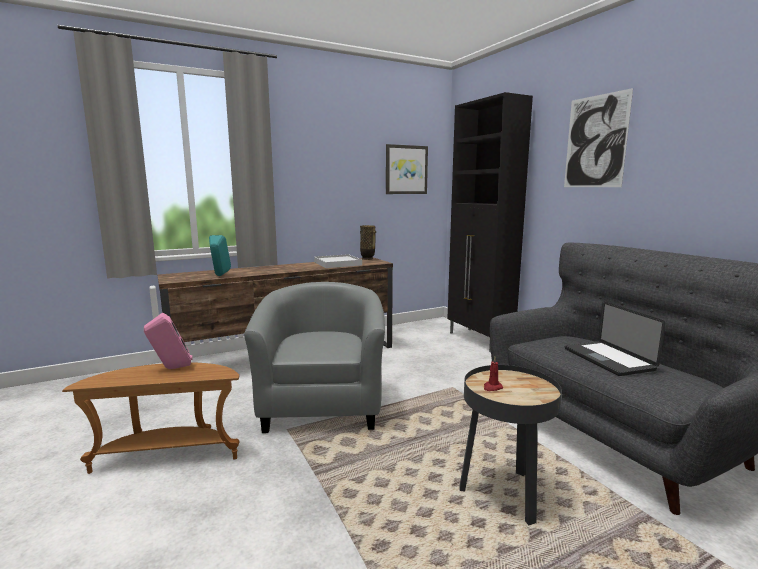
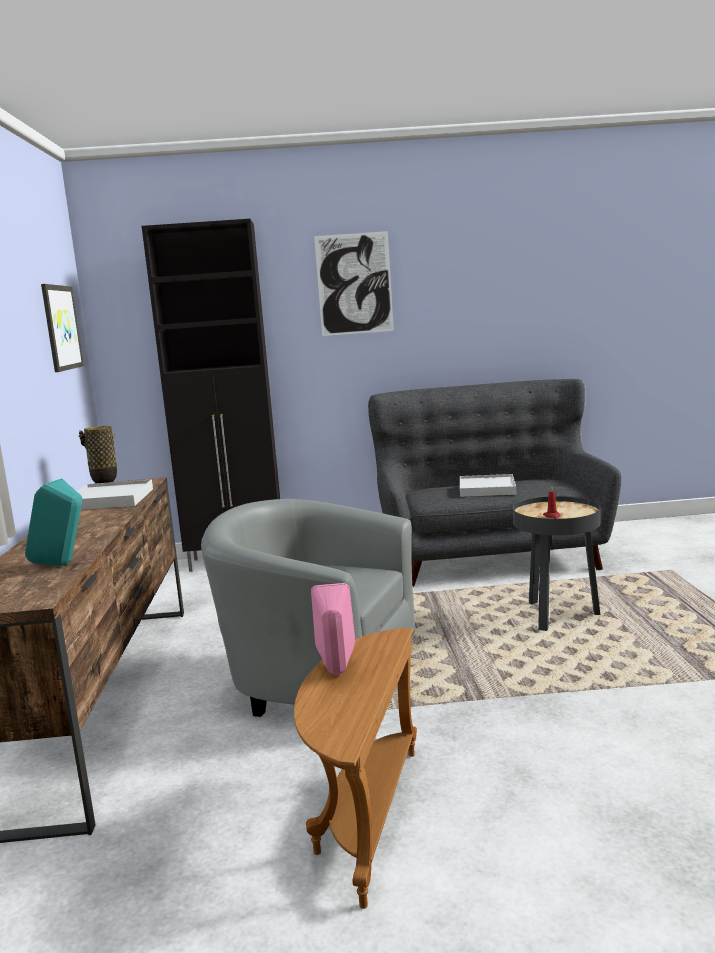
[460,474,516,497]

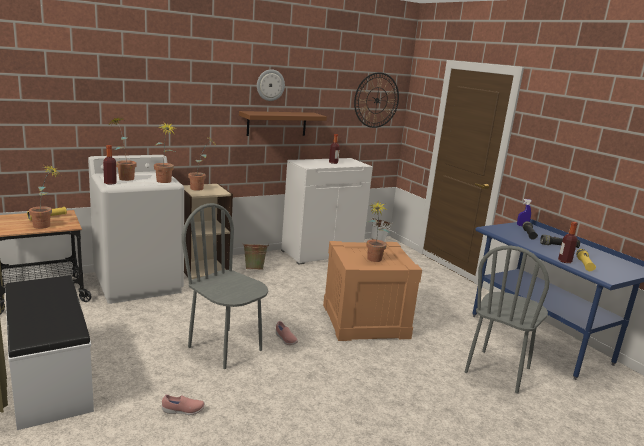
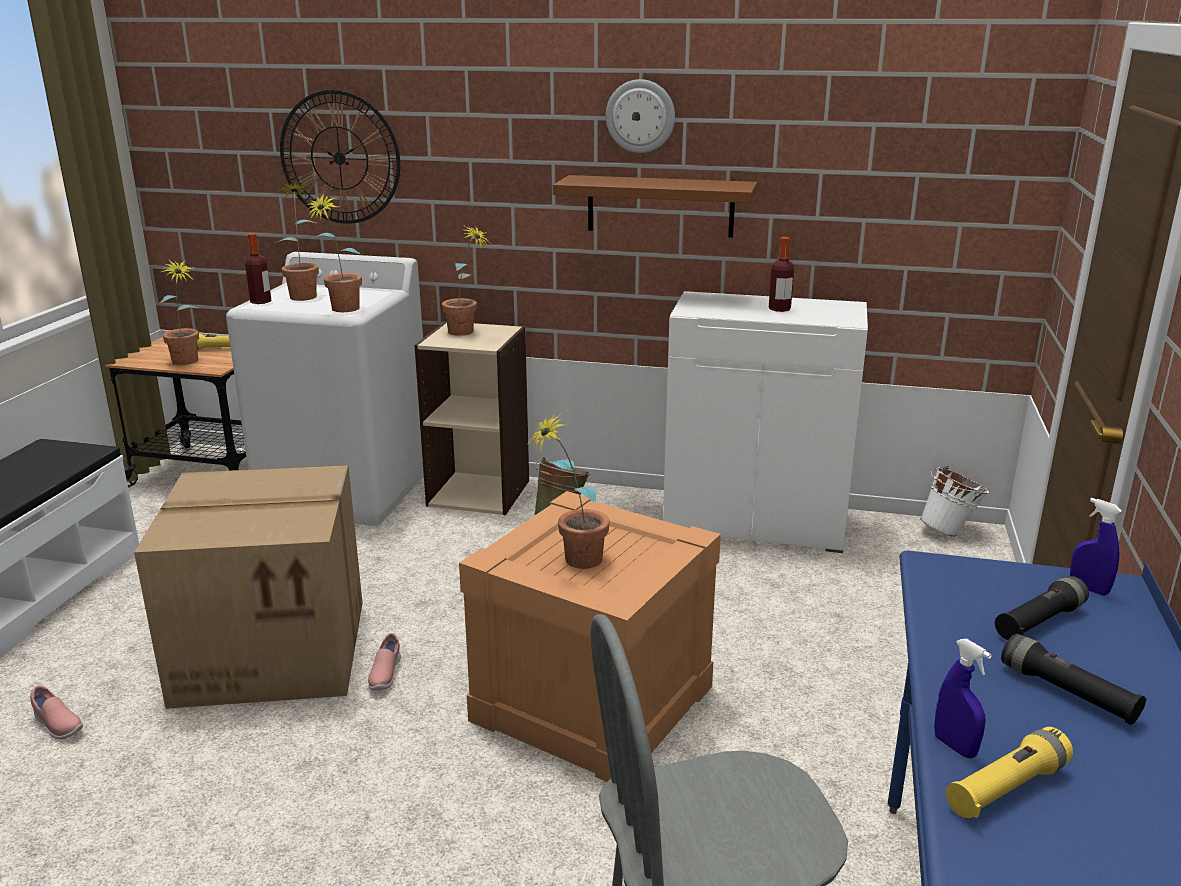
[134,465,363,709]
[280,90,400,224]
[934,639,992,758]

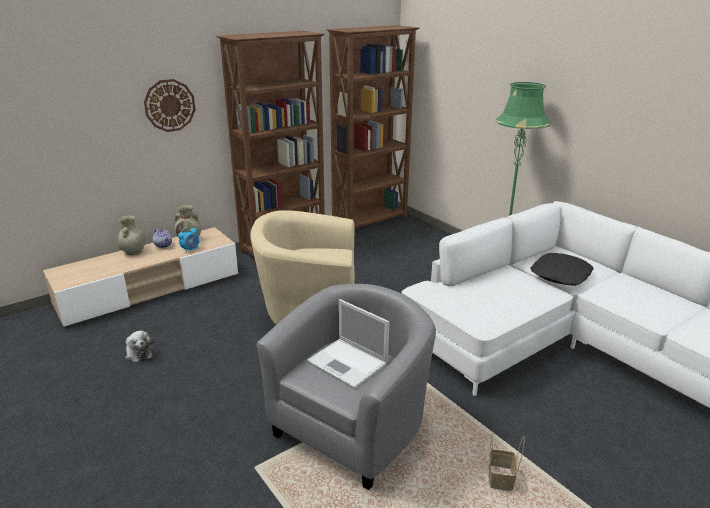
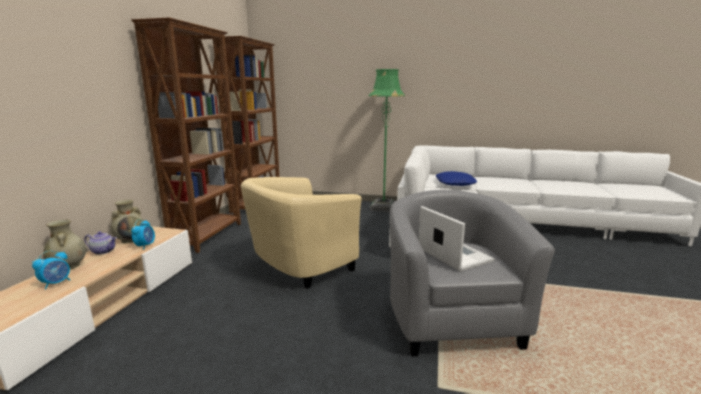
[125,331,154,362] (first image)
[144,79,196,132] (first image)
[419,206,494,272]
[489,432,525,491] (first image)
[436,171,477,186]
[32,251,70,290]

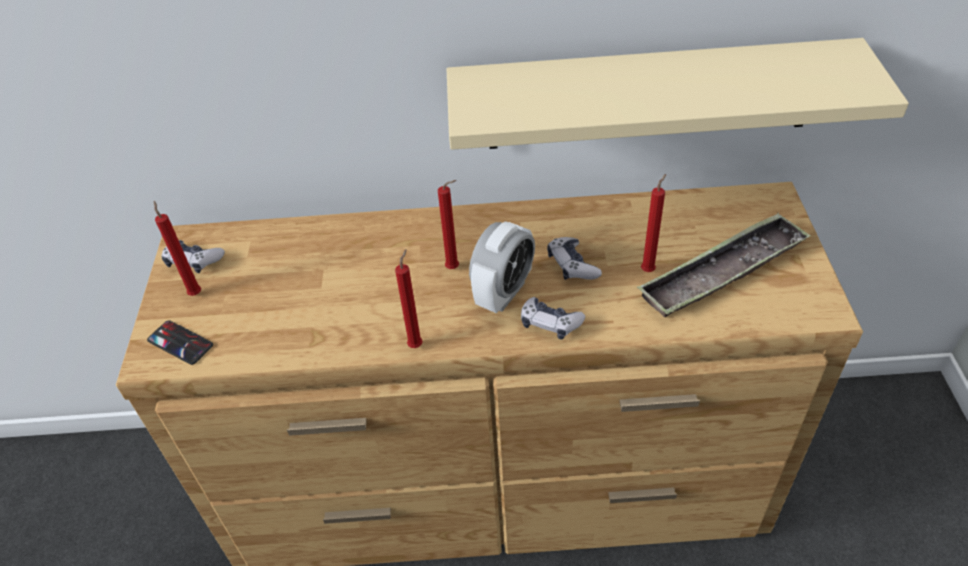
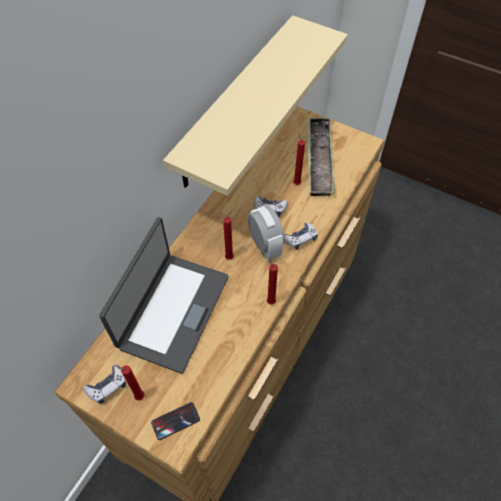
[99,217,228,374]

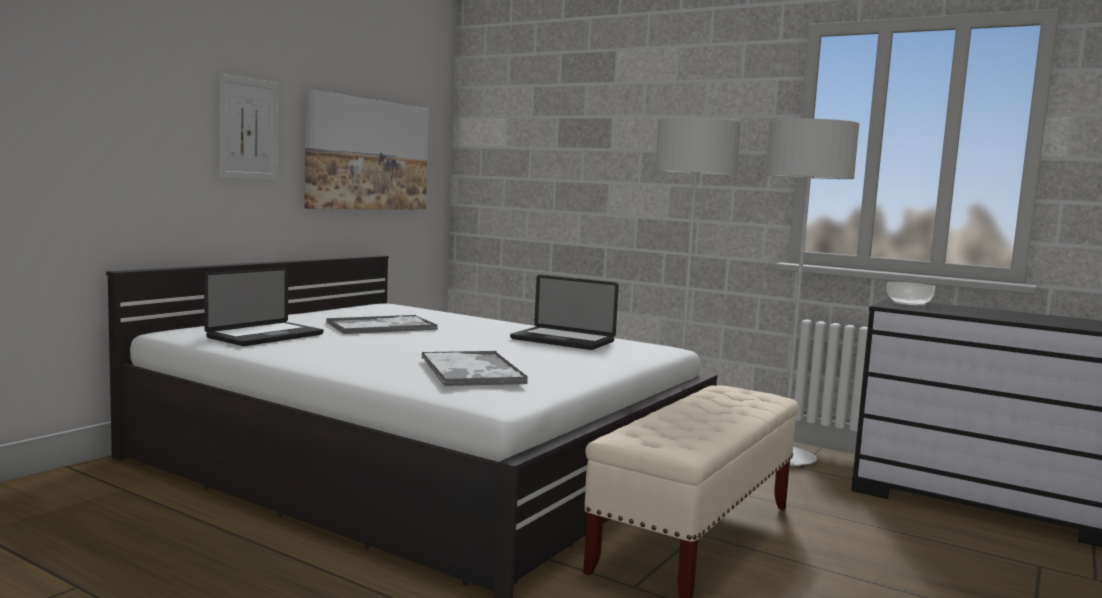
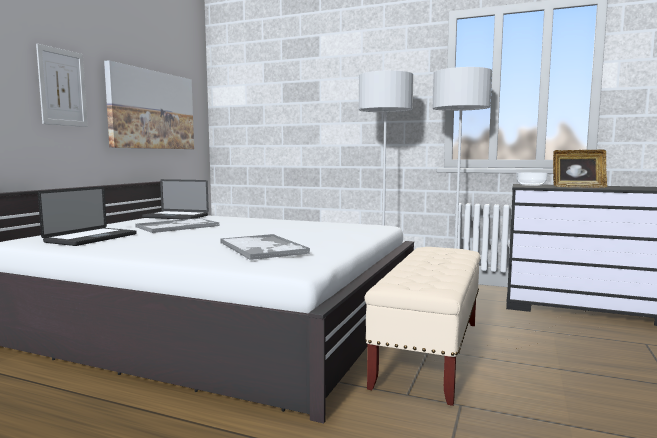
[142,179,209,219]
[553,150,607,188]

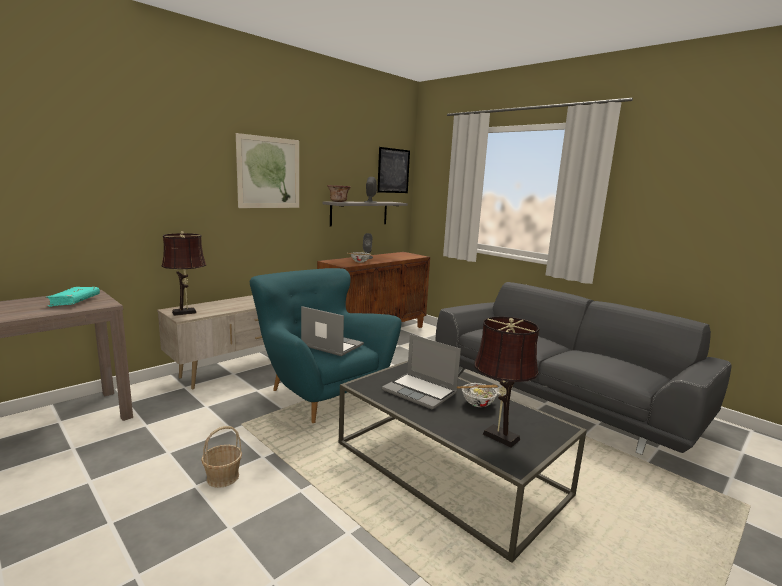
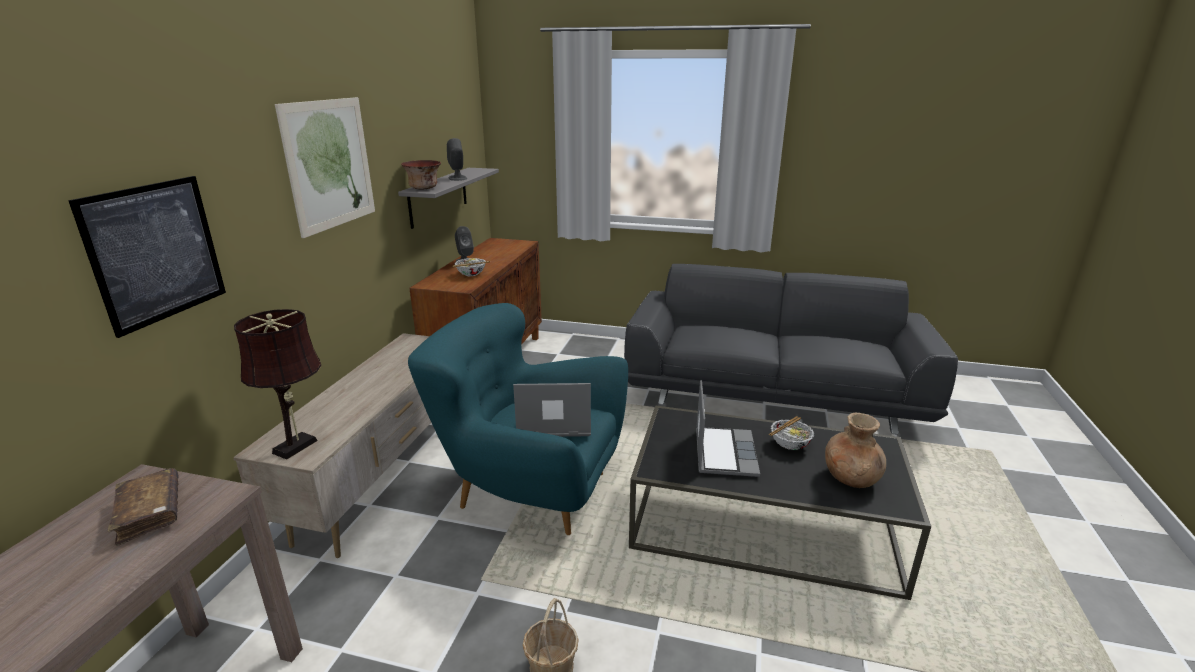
[108,468,178,546]
[68,176,226,338]
[696,380,760,477]
[825,413,886,488]

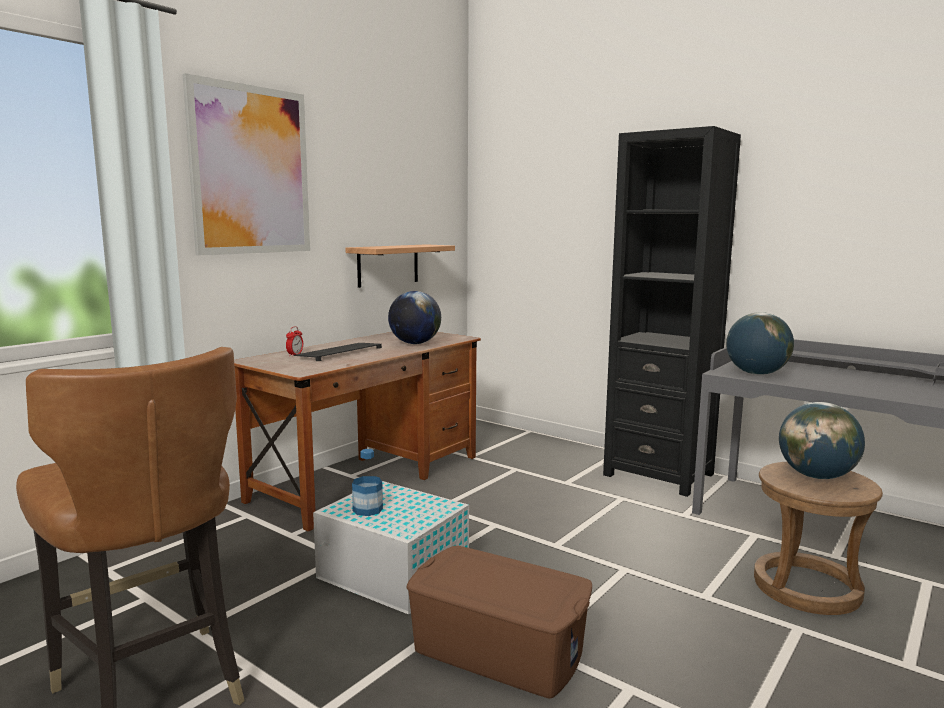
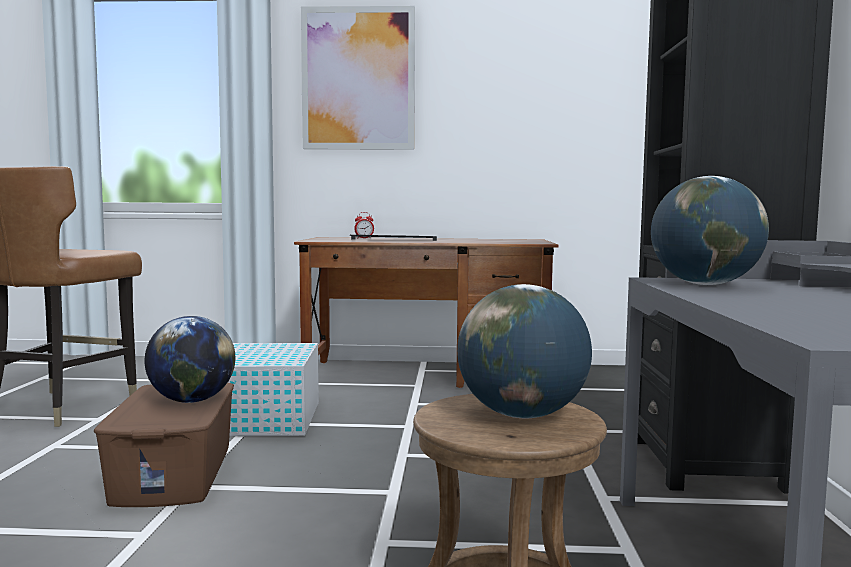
[345,244,455,288] (first image)
[352,449,383,516] (first image)
[144,316,235,403]

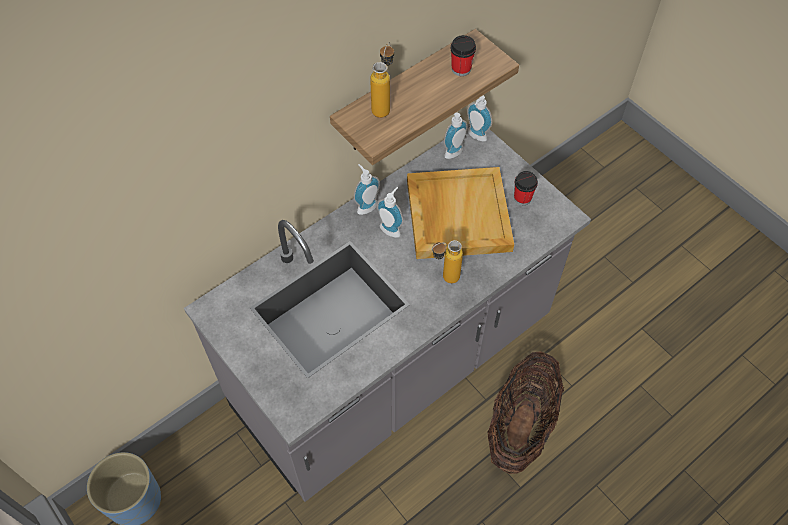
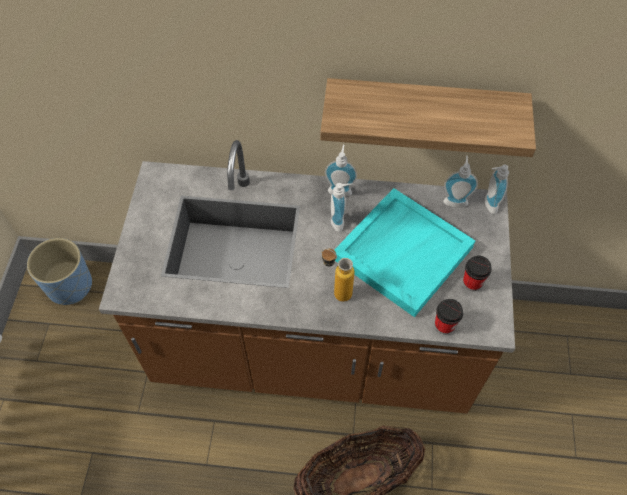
[99,140,515,414]
[370,42,394,118] (first image)
[334,188,475,317]
[435,299,463,335]

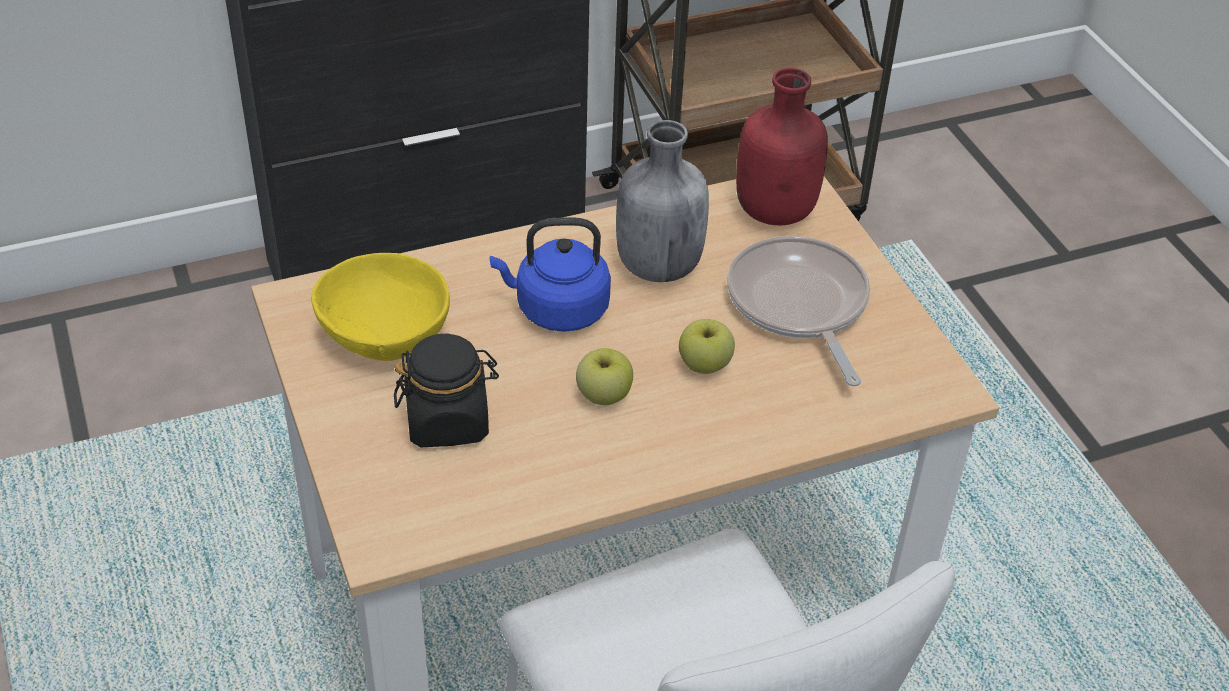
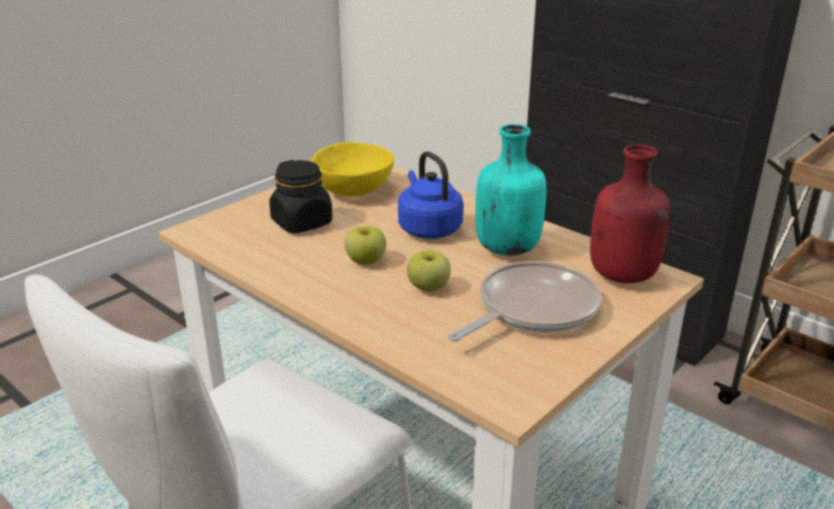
[475,124,546,255]

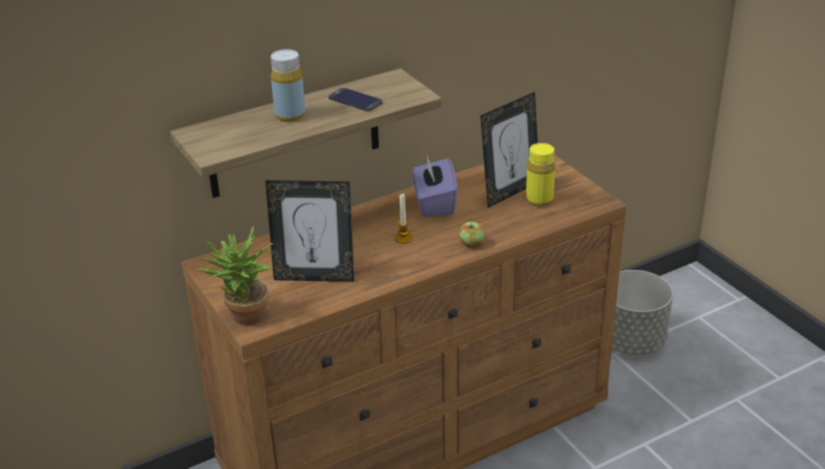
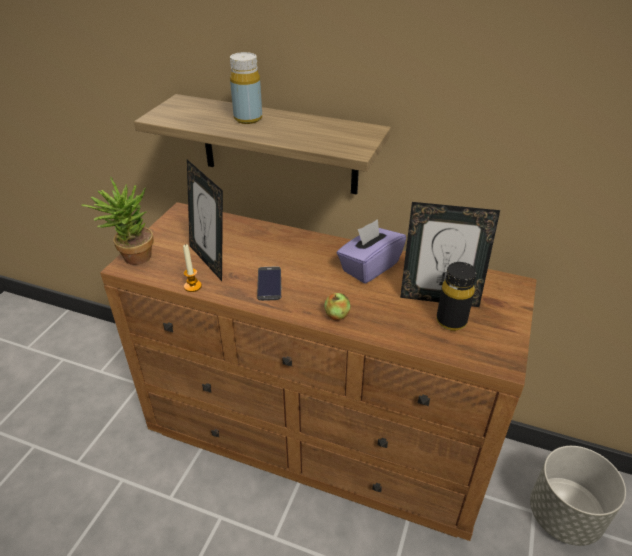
[257,266,282,301]
[183,244,202,292]
[436,262,477,331]

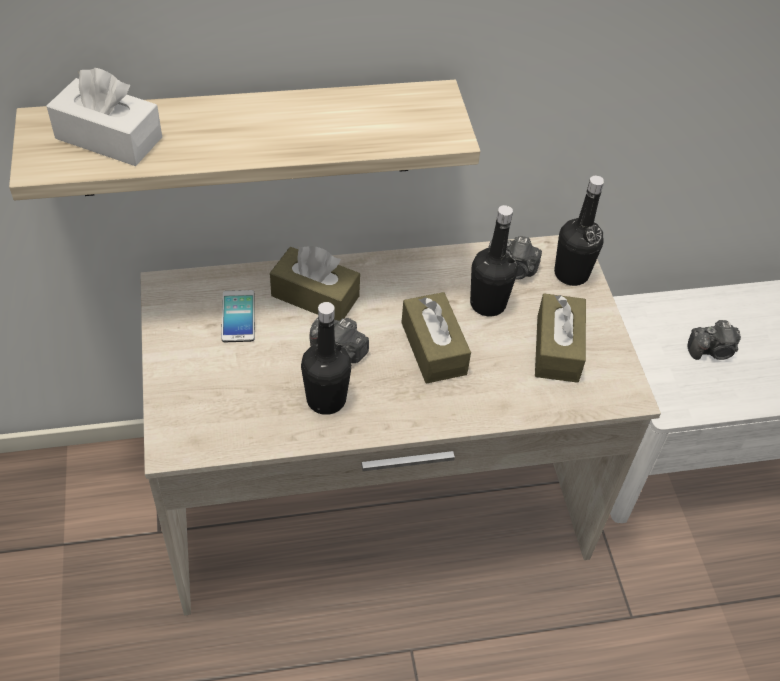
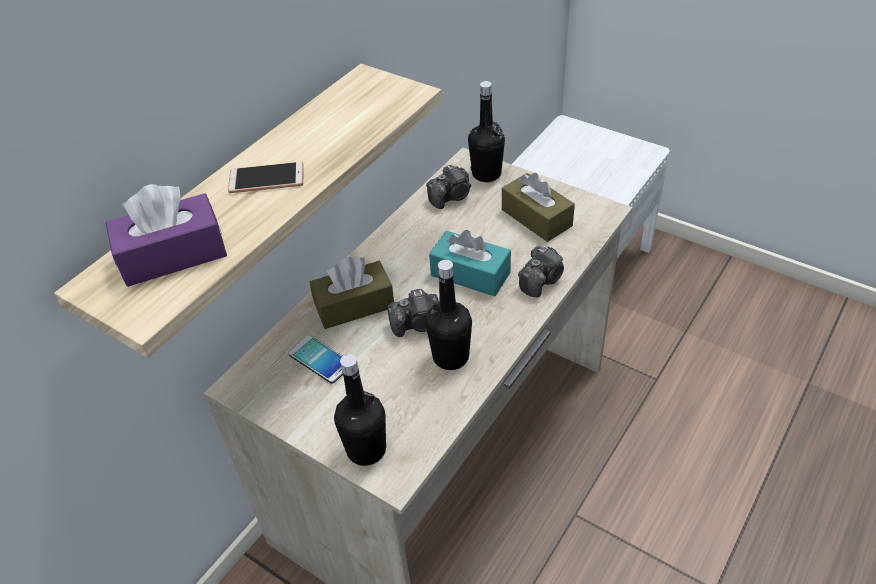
[105,184,227,287]
[429,230,511,296]
[334,354,386,466]
[518,245,564,297]
[228,162,304,193]

